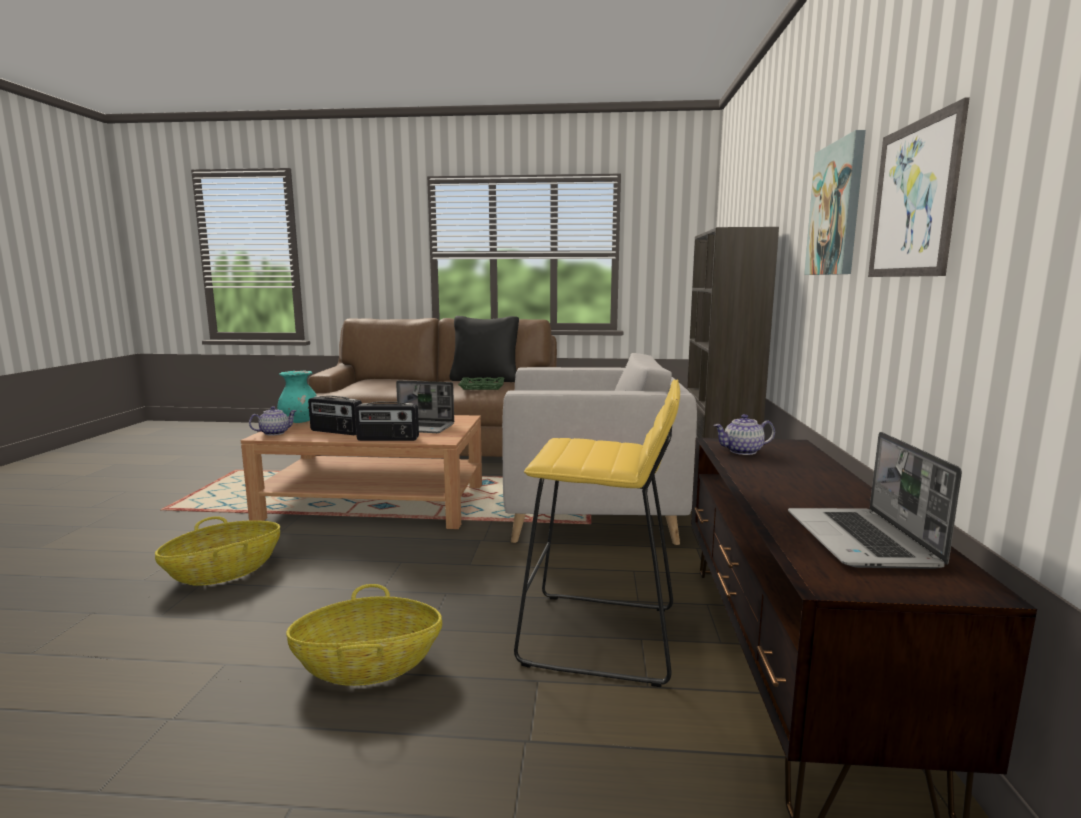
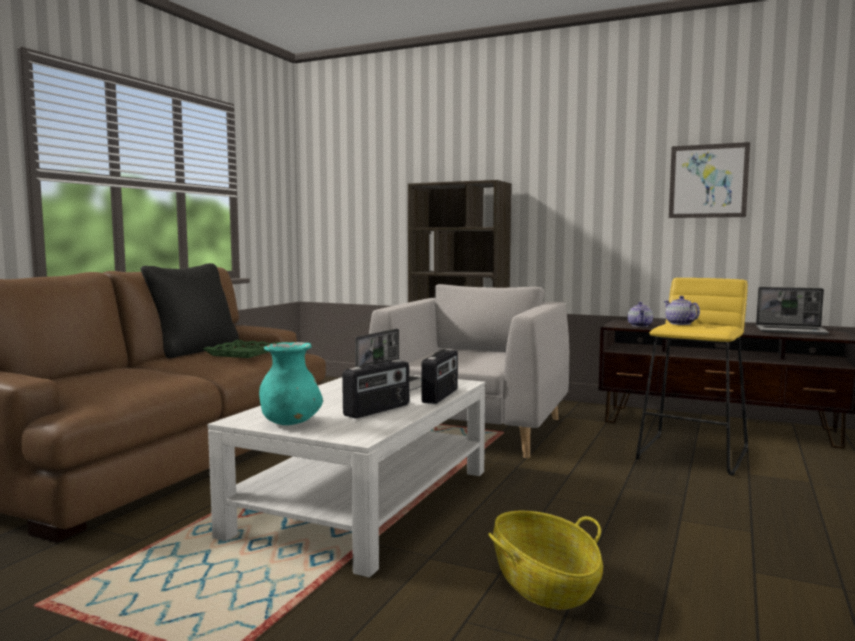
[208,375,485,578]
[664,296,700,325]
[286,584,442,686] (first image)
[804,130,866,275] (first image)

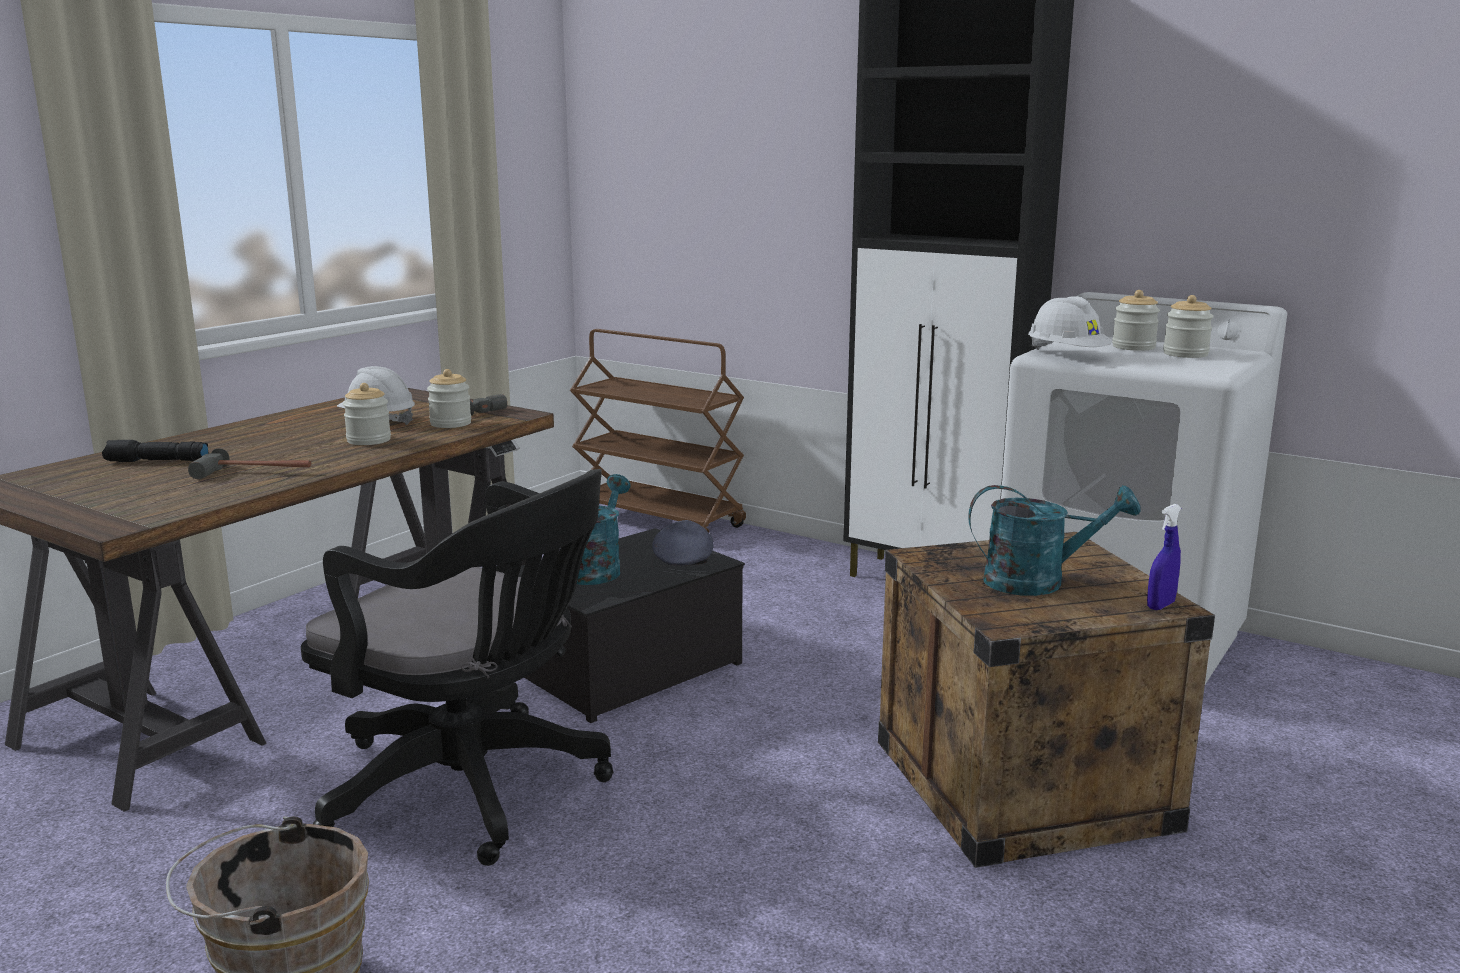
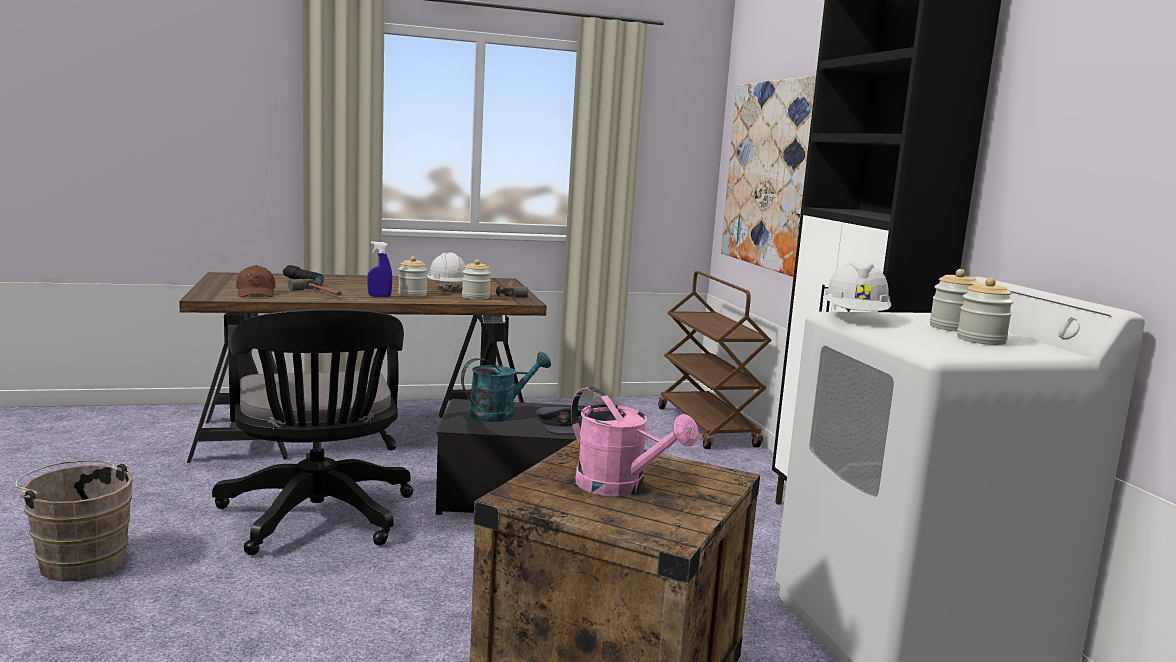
[536,407,582,434]
[571,387,699,497]
[367,241,392,297]
[236,265,275,297]
[721,75,816,277]

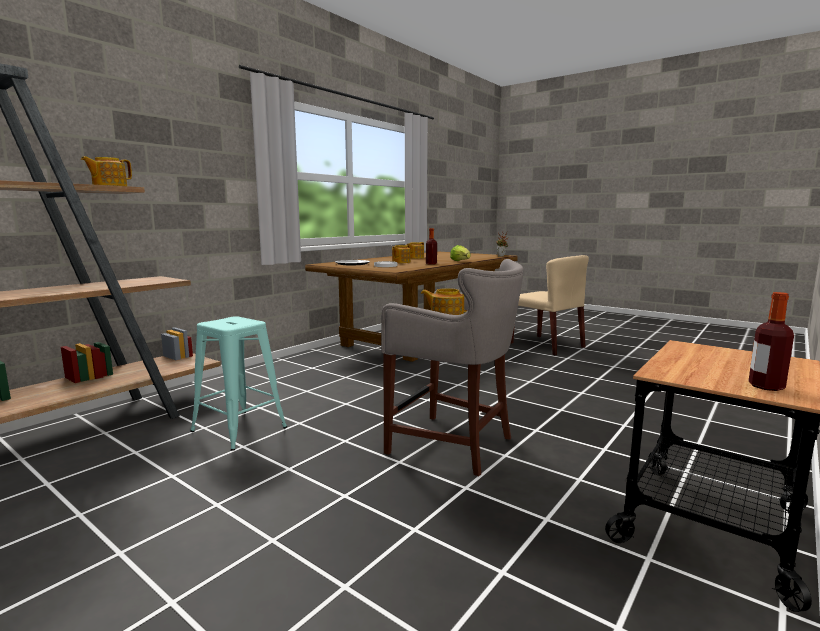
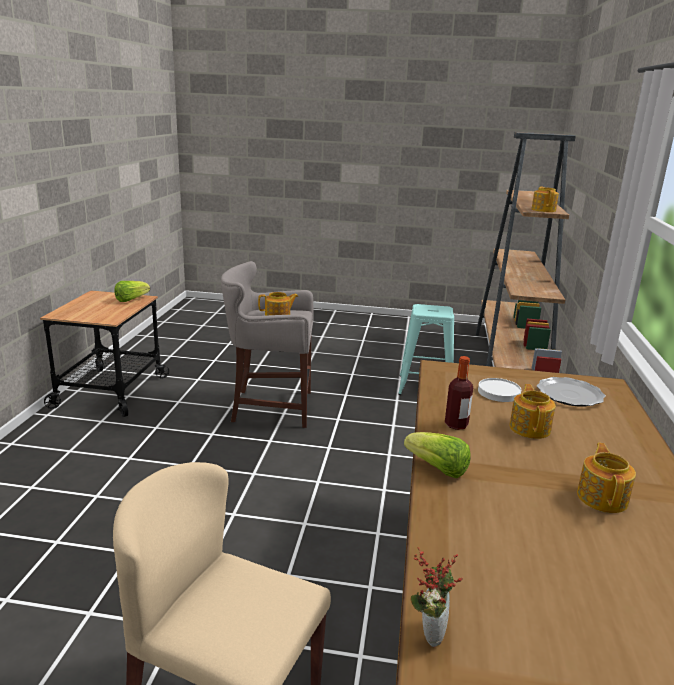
[748,292,794,391] (first image)
[114,281,150,302]

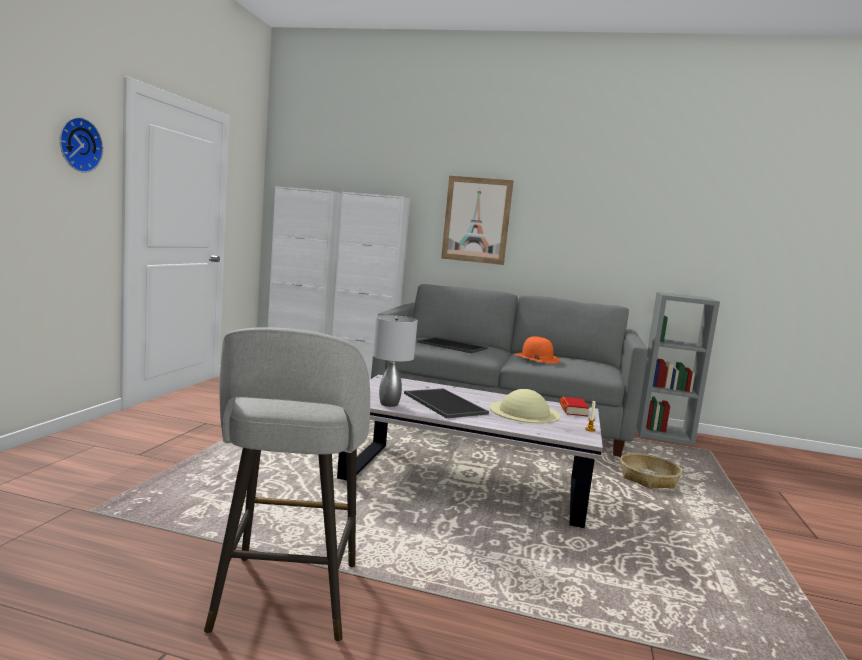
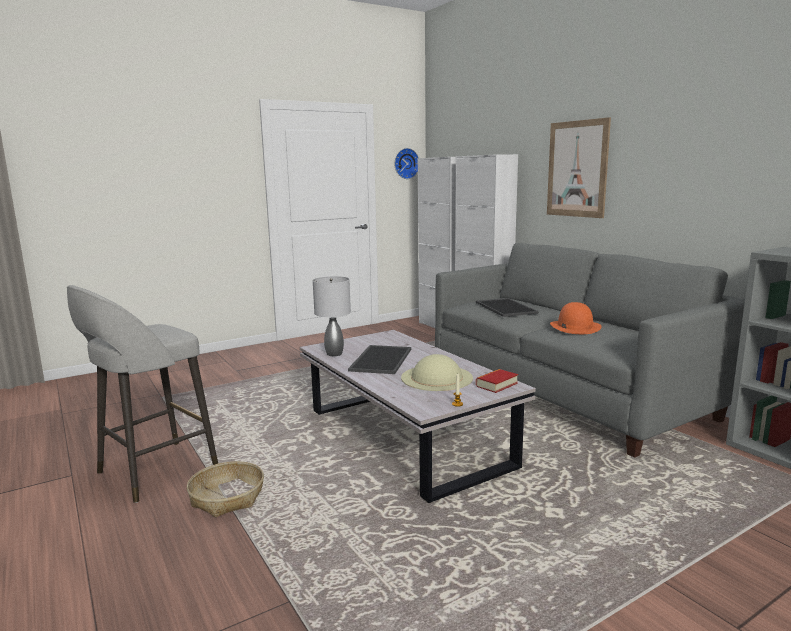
[394,148,419,179]
[187,461,264,517]

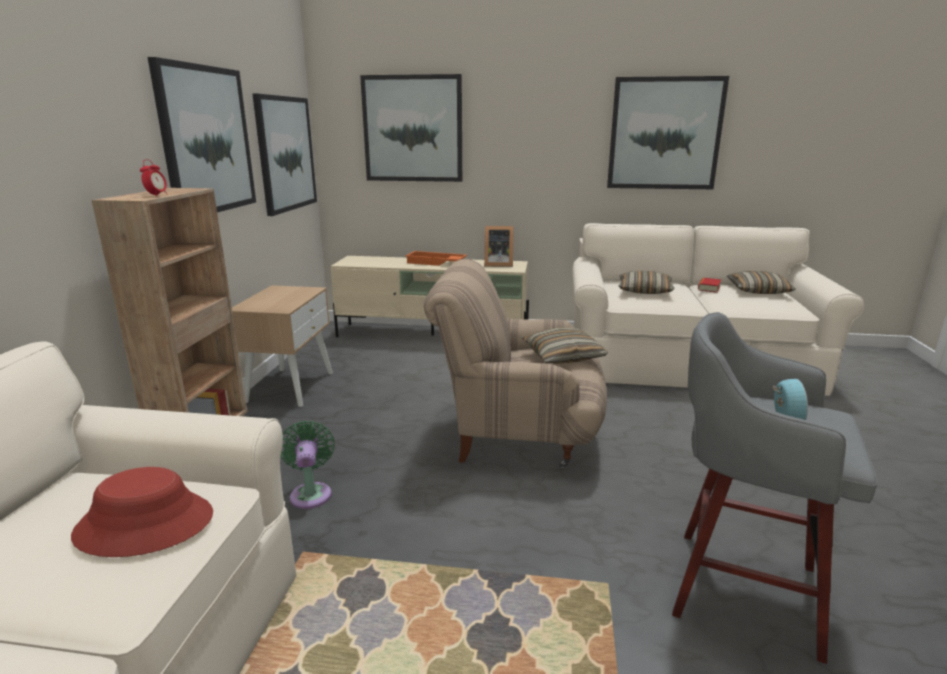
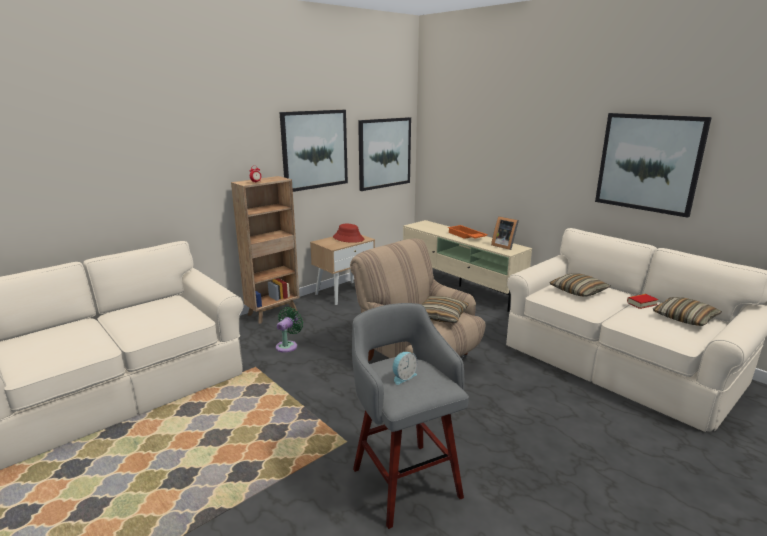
[333,224,364,243]
[360,74,462,182] (first image)

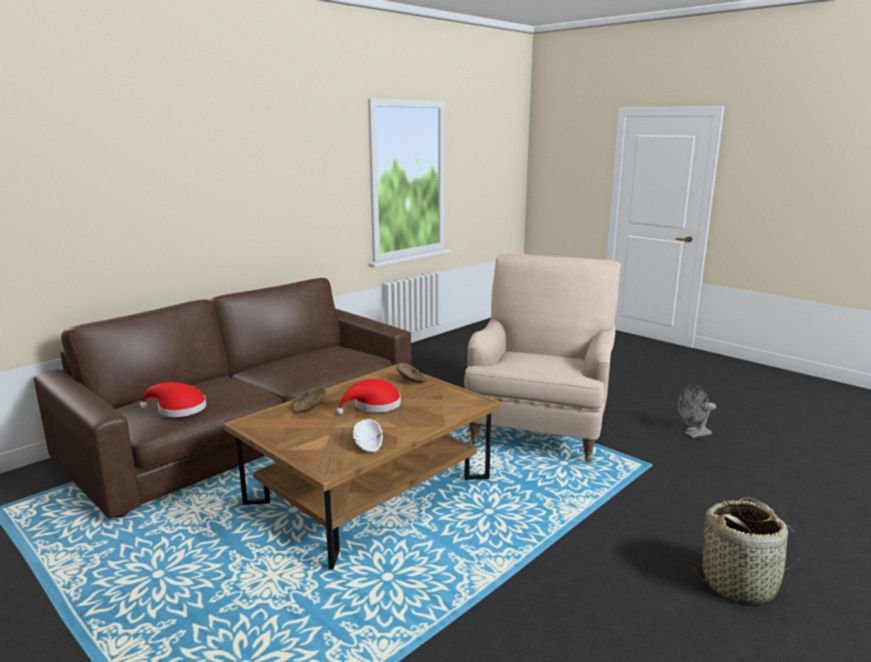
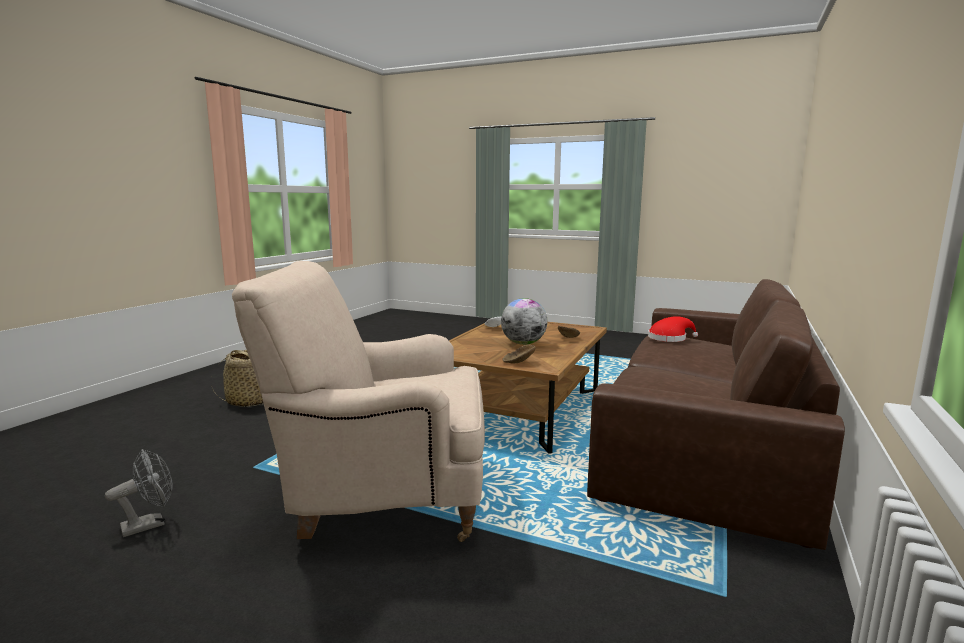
[501,298,547,345]
[232,261,485,542]

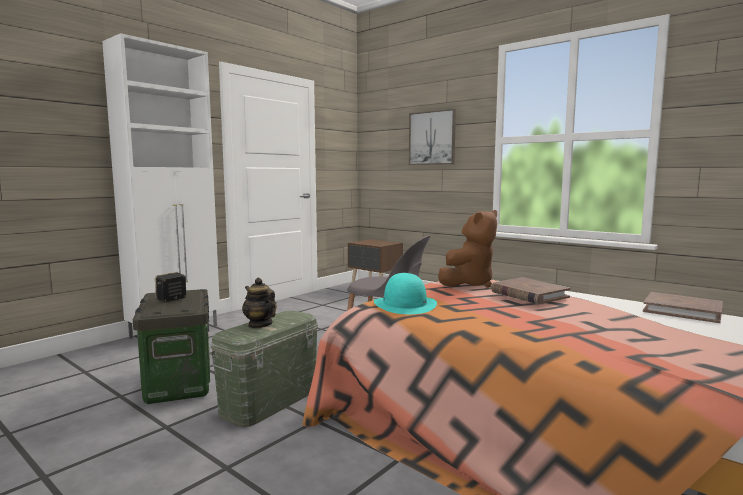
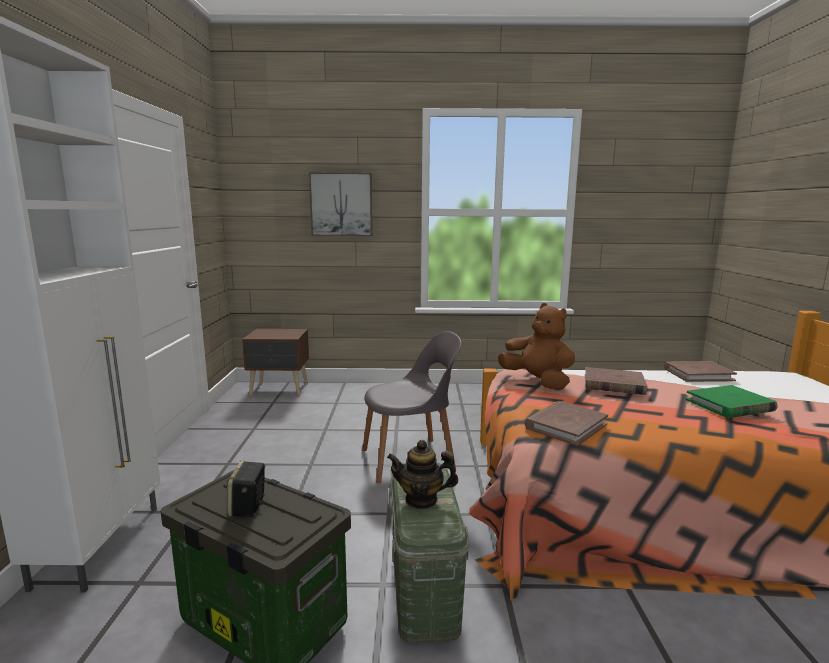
[525,401,608,446]
[498,303,575,390]
[686,385,778,418]

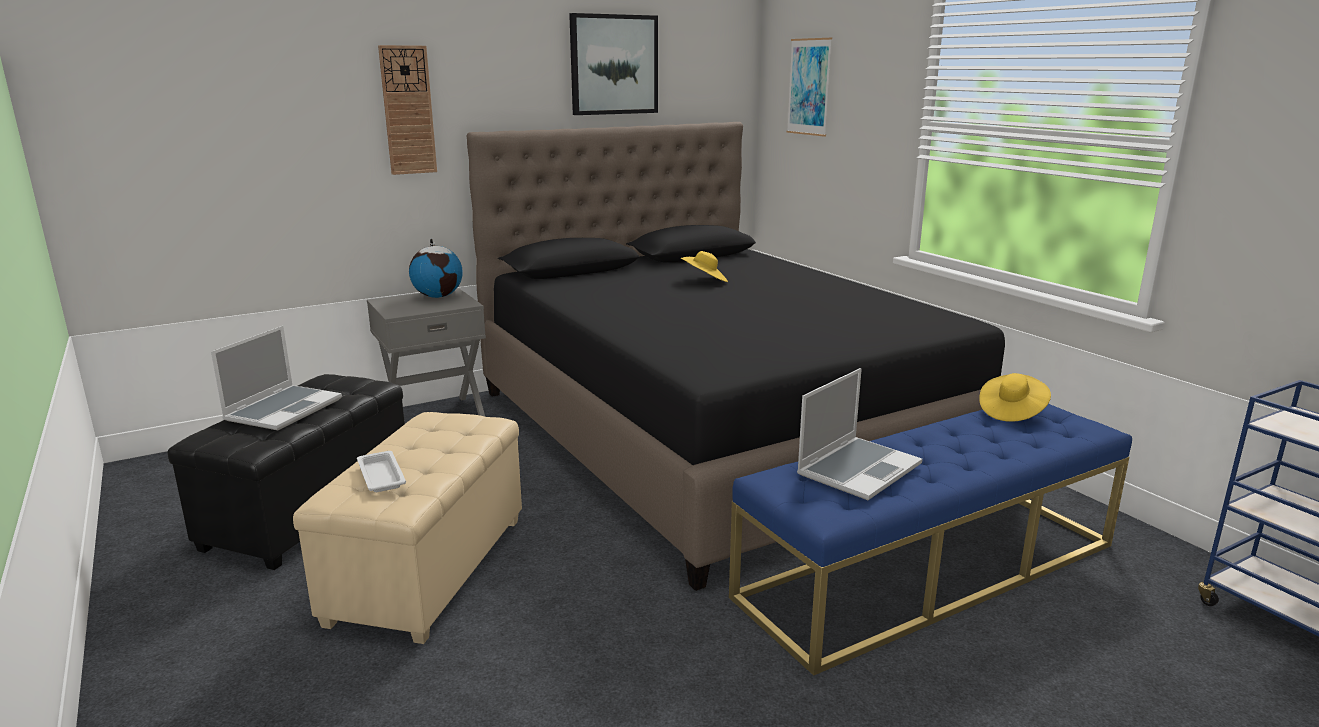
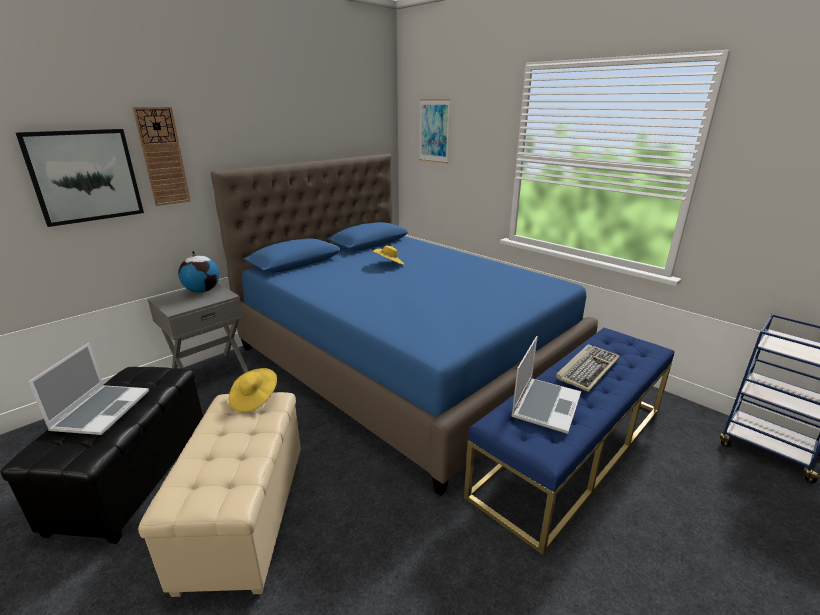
[357,451,406,492] (first image)
[211,154,598,496]
[15,129,144,227]
[229,368,277,412]
[556,344,620,392]

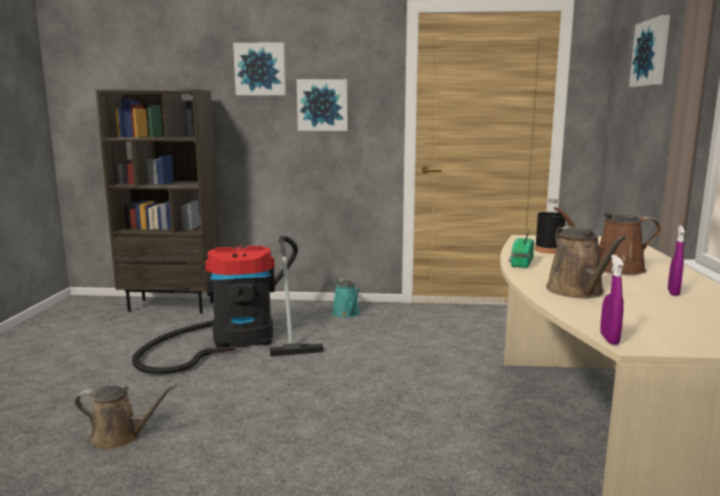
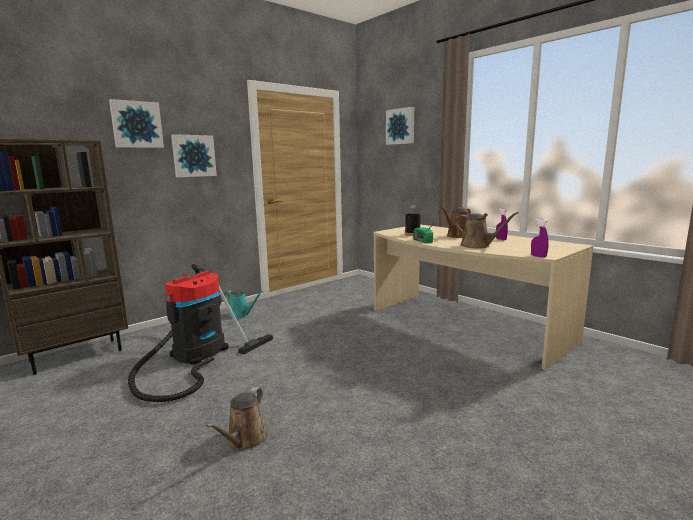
[206,387,268,450]

